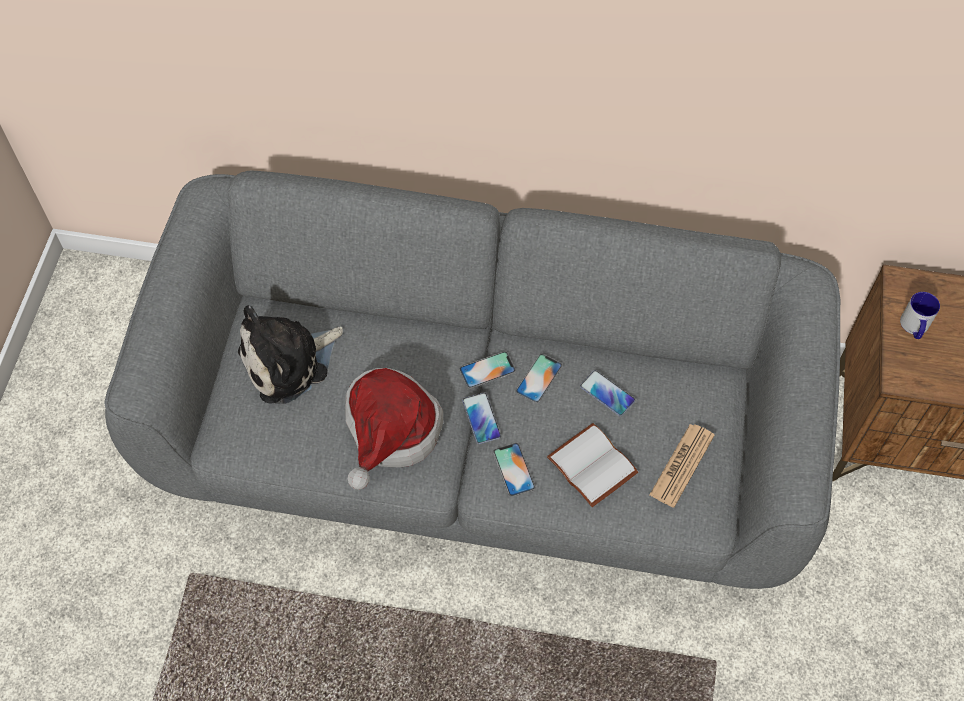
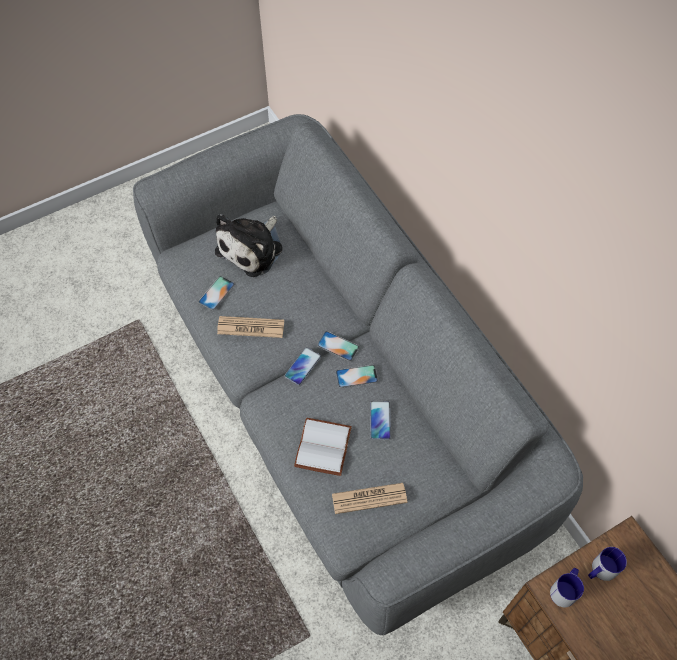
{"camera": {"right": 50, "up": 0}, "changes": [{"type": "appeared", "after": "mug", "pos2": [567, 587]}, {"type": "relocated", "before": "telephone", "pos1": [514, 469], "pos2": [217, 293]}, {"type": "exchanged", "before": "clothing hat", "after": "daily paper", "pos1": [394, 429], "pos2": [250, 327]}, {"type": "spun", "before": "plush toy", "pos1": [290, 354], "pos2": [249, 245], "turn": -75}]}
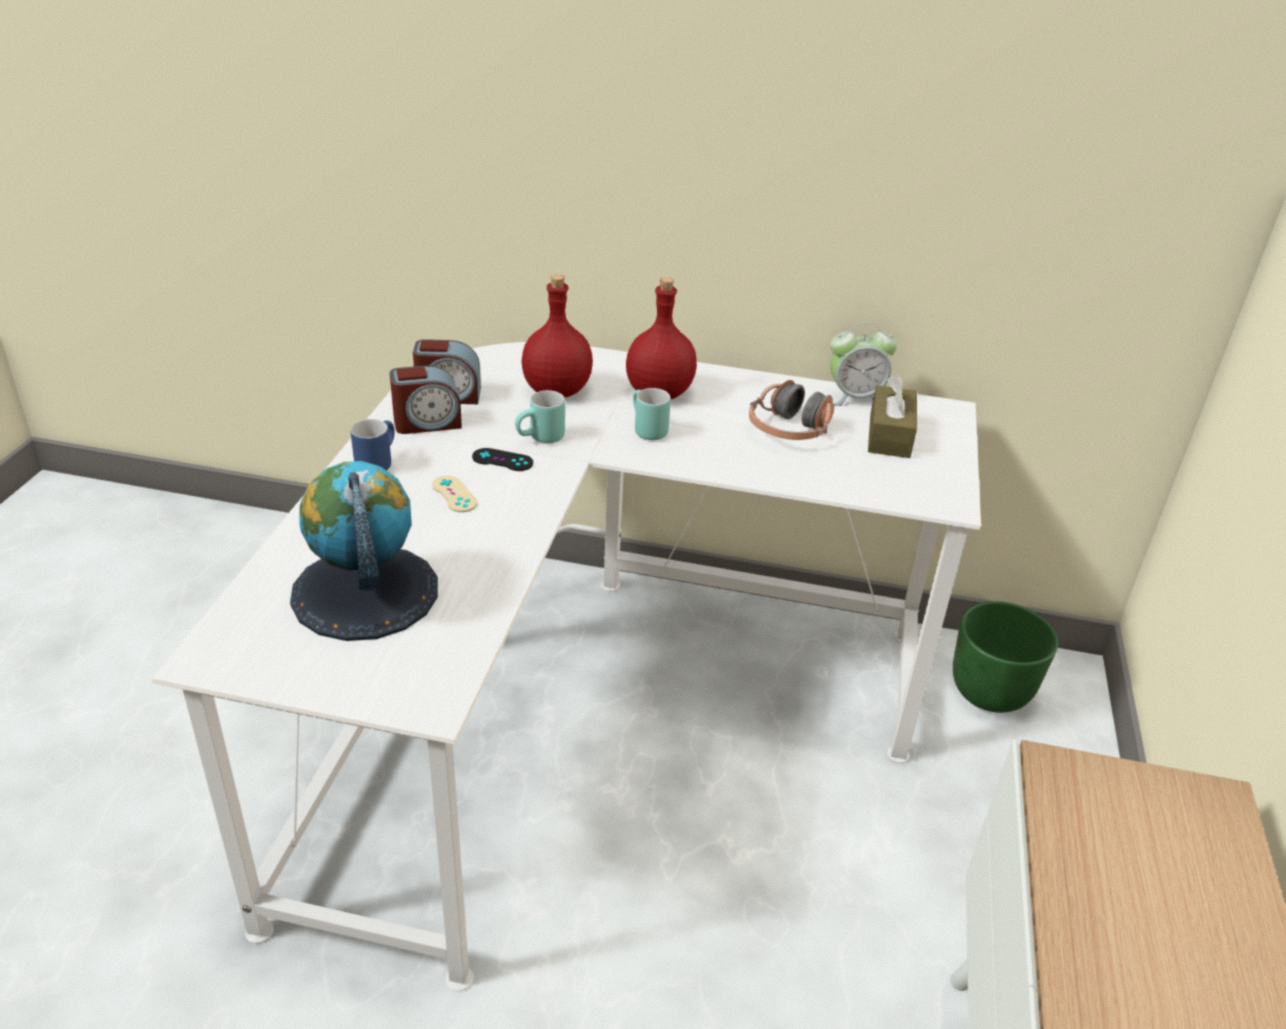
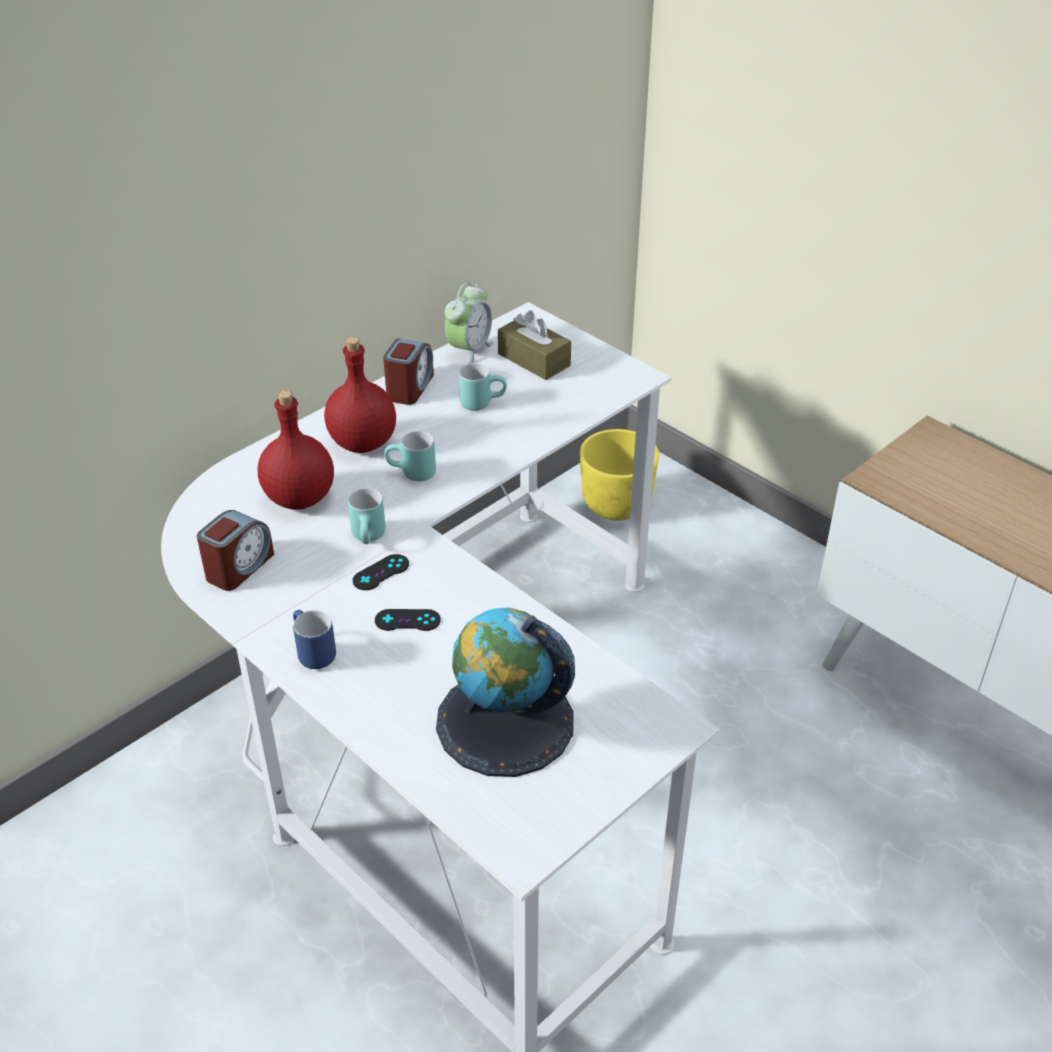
{"camera": {"right": -55, "up": 5}, "changes": [{"type": "relocated", "before": "bedside clock", "pos1": [426, 399], "pos2": [408, 372]}, {"type": "exchanged", "before": "pair of headphones", "after": "turquoise mug", "pos1": [791, 410], "pos2": [483, 387]}, {"type": "colour", "before": "beige gamepad", "after": "black-coloured gamepad", "pos1": [454, 494], "pos2": [408, 620]}, {"type": "colour", "before": "greenish flower pot", "after": "yellowish flower pot", "pos1": [1005, 657], "pos2": [619, 475]}]}
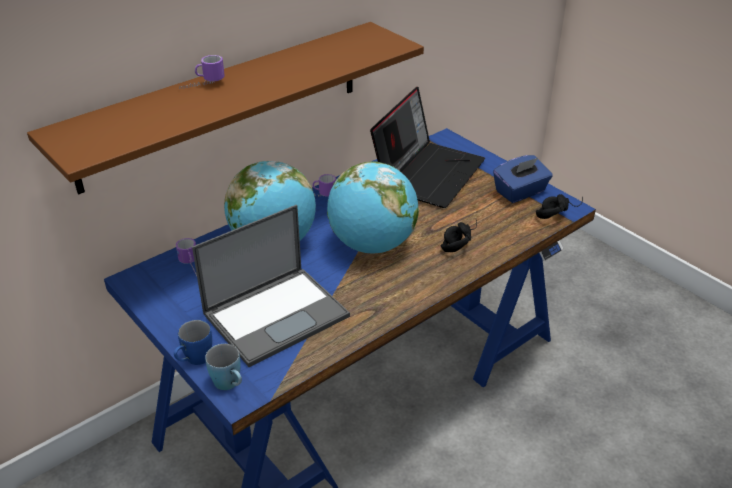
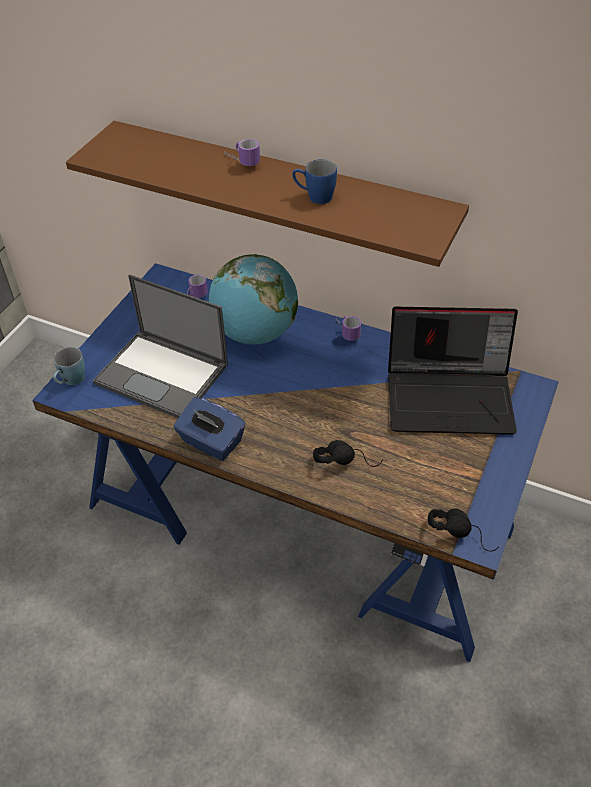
{"camera": {"right": 65, "up": 10}, "changes": [{"type": "missing", "before": "world globe", "pos1": [373, 207]}, {"type": "relocated", "before": "blue-coloured mug", "pos1": [193, 342], "pos2": [314, 181]}, {"type": "relocated", "before": "blue-coloured tissue holder", "pos1": [523, 179], "pos2": [209, 429]}]}
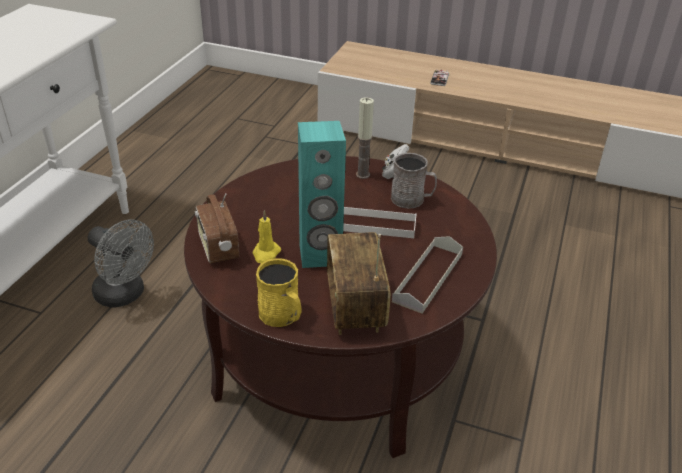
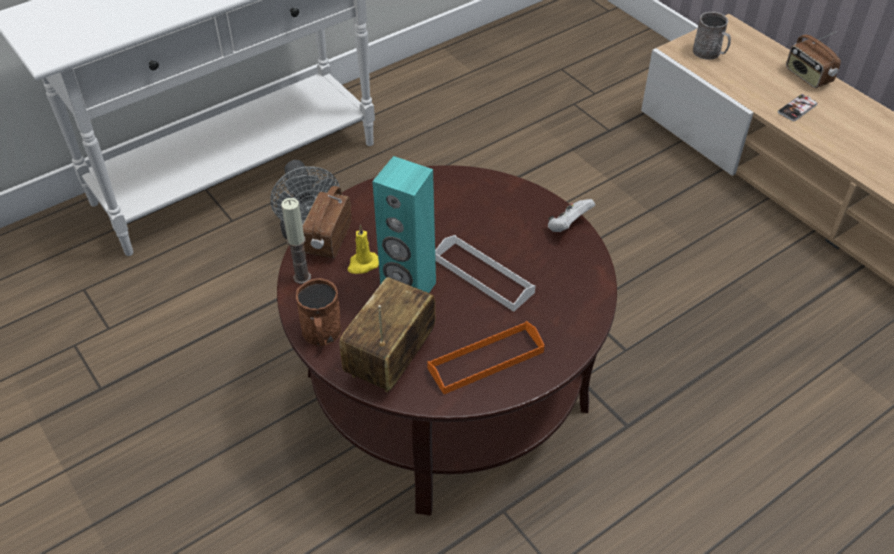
{"camera": {"right": 35, "up": 10}, "changes": [{"type": "appeared", "after": "radio", "pos2": [813, 60]}, {"type": "relocated", "before": "wax candle", "pos1": [365, 138], "pos2": [296, 241]}, {"type": "relocated", "before": "gray mug", "pos1": [414, 181], "pos2": [712, 36]}, {"type": "colour", "before": "yellowish mug", "after": "brown-coloured mug", "pos1": [278, 292], "pos2": [318, 312]}, {"type": "colour", "before": "gray carrying tray", "after": "orange-coloured carrying tray", "pos1": [427, 275], "pos2": [486, 357]}]}
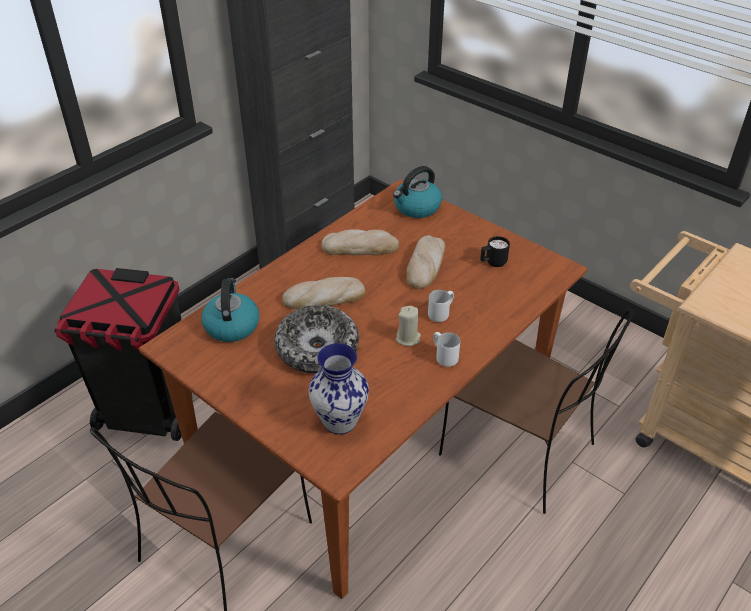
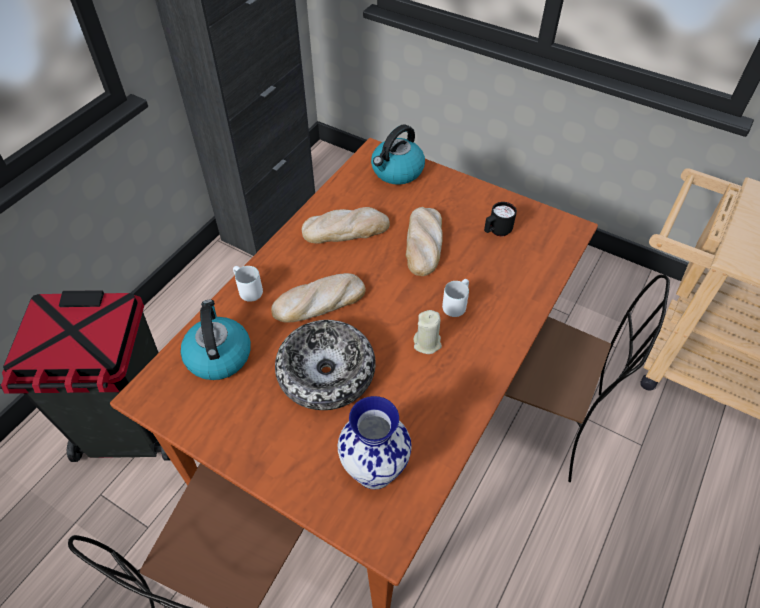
{"camera": {"right": -10, "up": 10}, "changes": [{"type": "relocated", "before": "white-coloured mug", "pos1": [446, 349], "pos2": [248, 284]}]}
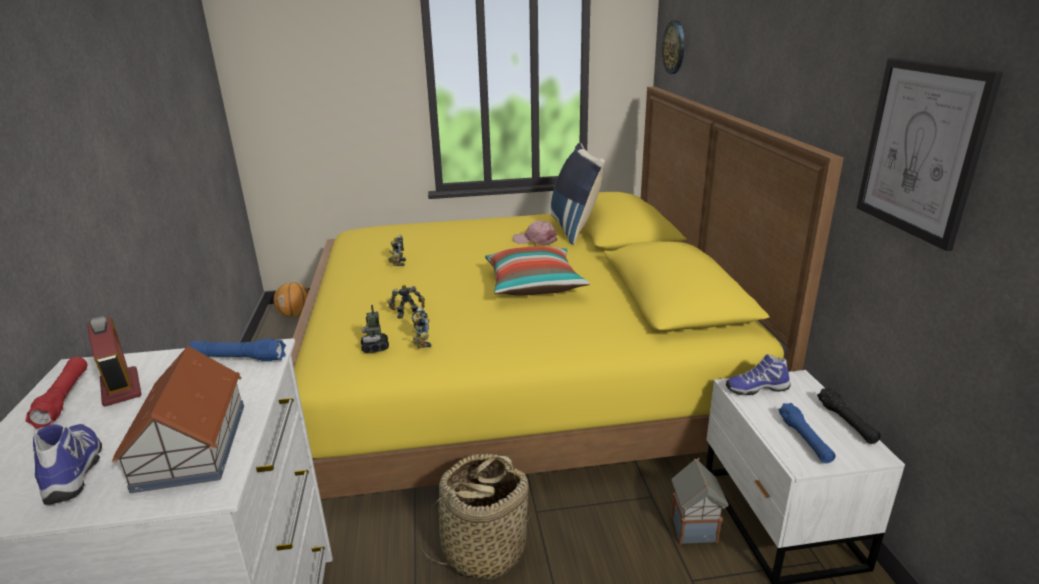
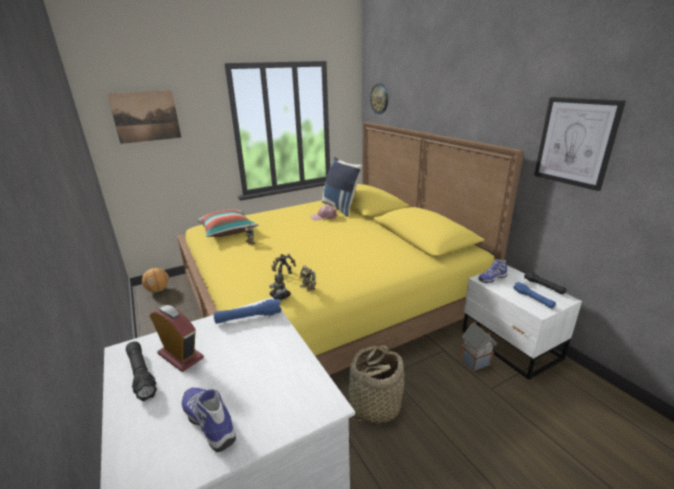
{"camera": {"right": -20, "up": 0}, "changes": [{"type": "missing", "before": "toy house", "pos1": [178, 419]}, {"type": "appeared", "after": "wall art", "pos2": [144, 117]}, {"type": "relocated", "before": "pillow", "pos1": [537, 271], "pos2": [227, 223]}, {"type": "colour", "before": "red-coloured hand torch", "after": "black-coloured hand torch", "pos1": [56, 393], "pos2": [141, 371]}]}
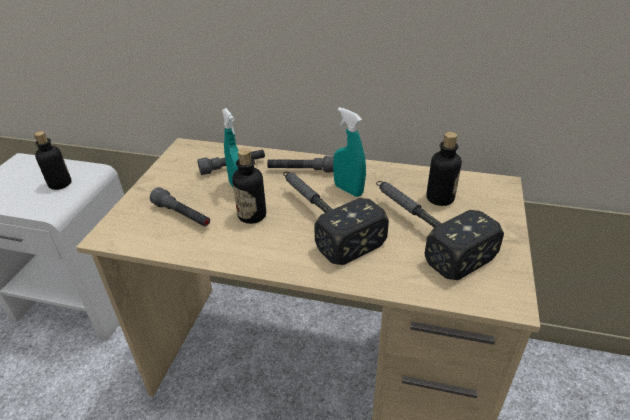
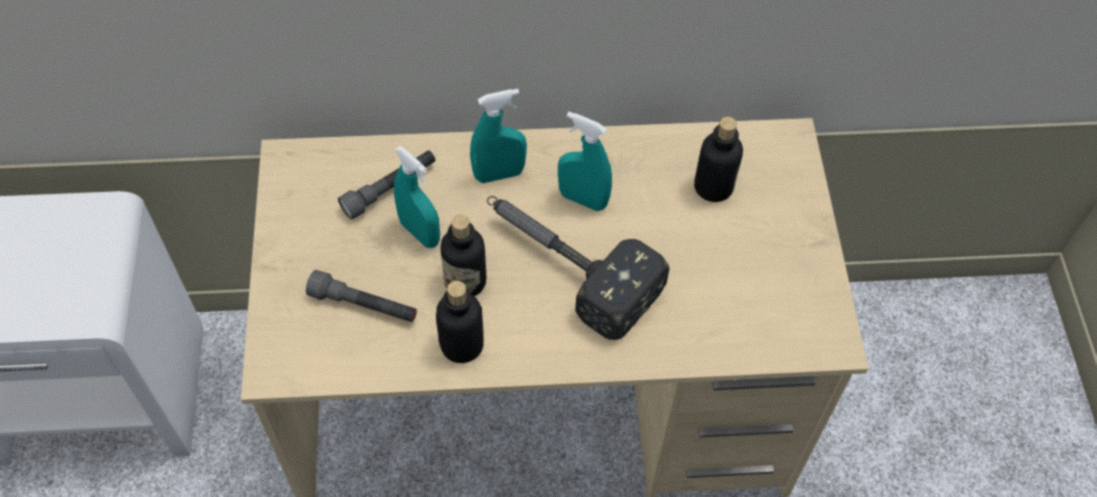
{"camera": {"right": -20, "up": 20}, "changes": [{"type": "missing", "before": "hammer", "pos1": [440, 230]}, {"type": "relocated", "before": "drink bottle", "pos1": [52, 160], "pos2": [460, 322]}, {"type": "exchanged", "before": "gray hand torch", "after": "turquoise sprayer", "pos1": [300, 164], "pos2": [498, 136]}]}
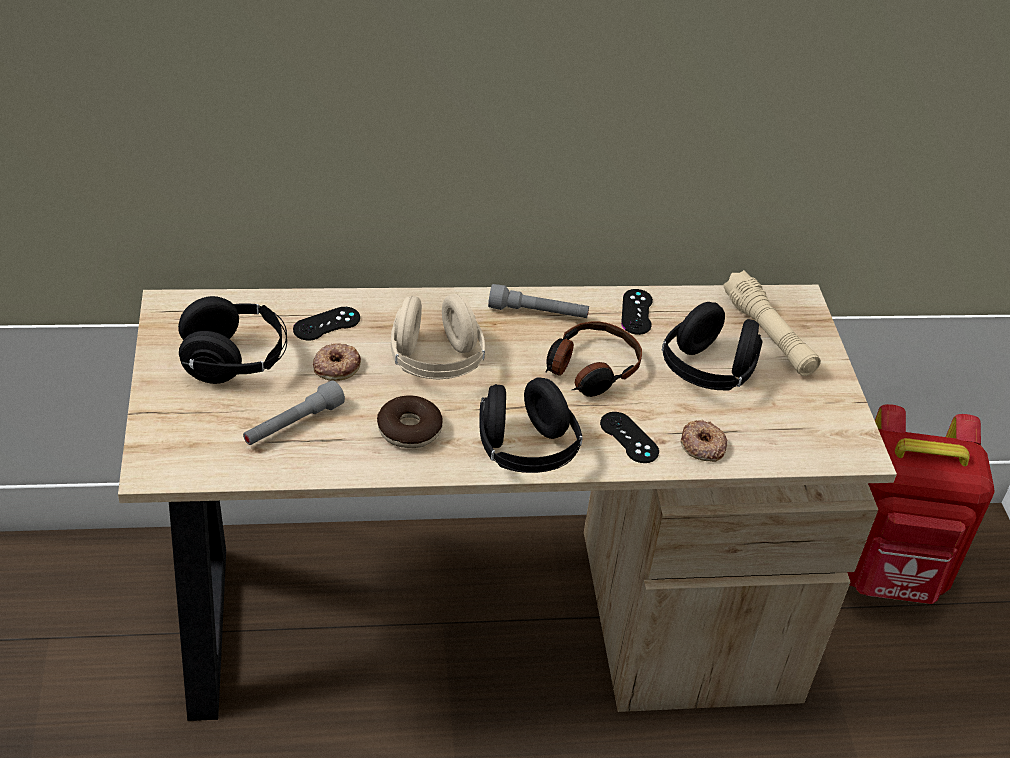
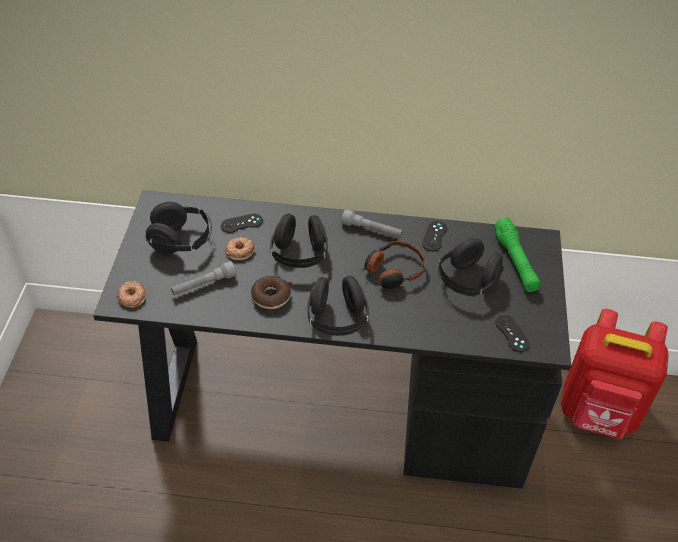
{"camera": {"right": 15, "up": 5}, "changes": [{"type": "relocated", "before": "black-coloured gamepad", "pos1": [629, 437], "pos2": [512, 333]}, {"type": "relocated", "before": "donut", "pos1": [703, 441], "pos2": [131, 294]}, {"type": "colour", "before": "beige desk table", "after": "black-coloured desk table", "pos1": [507, 503], "pos2": [332, 339]}, {"type": "colour", "before": "beige pair of headphones", "after": "black-coloured pair of headphones", "pos1": [438, 336], "pos2": [299, 241]}, {"type": "colour", "before": "beige hand torch", "after": "greenish hand torch", "pos1": [772, 323], "pos2": [517, 254]}]}
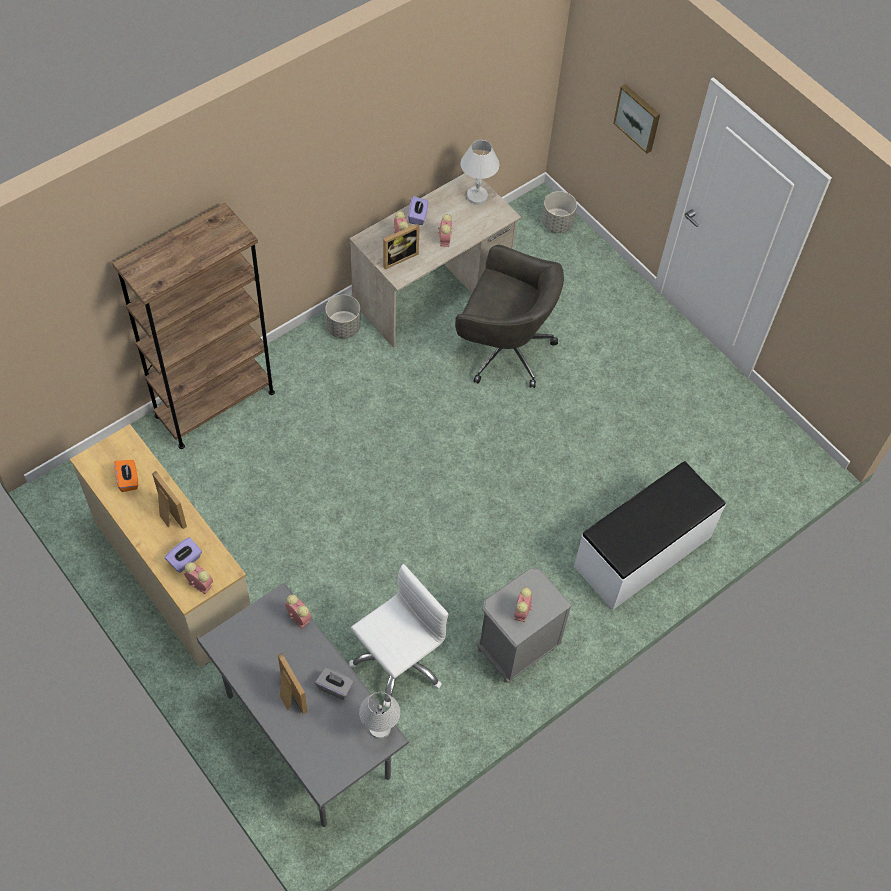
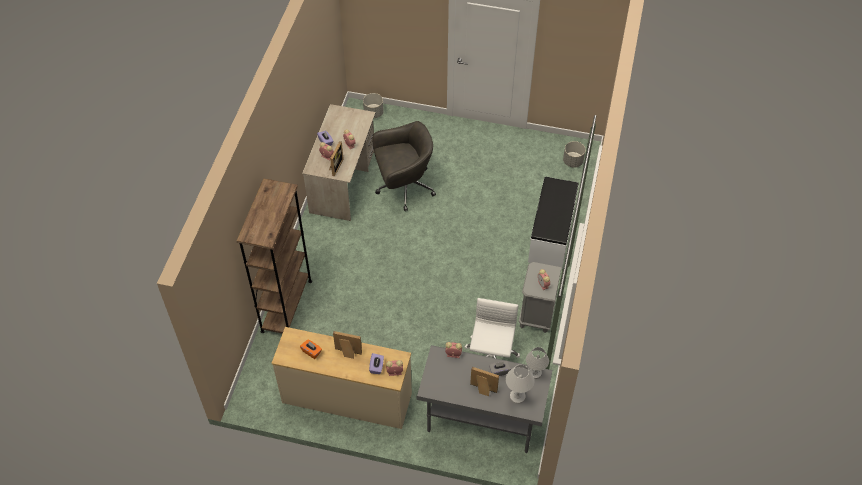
{"camera": {"right": -35, "up": -5}, "changes": [{"type": "missing", "before": "wall art", "pos1": [636, 119]}, {"type": "relocated", "before": "gray flower pot", "pos1": [343, 317], "pos2": [574, 154]}, {"type": "relocated", "before": "white-coloured tabletop lamp", "pos1": [480, 172], "pos2": [520, 384]}]}
